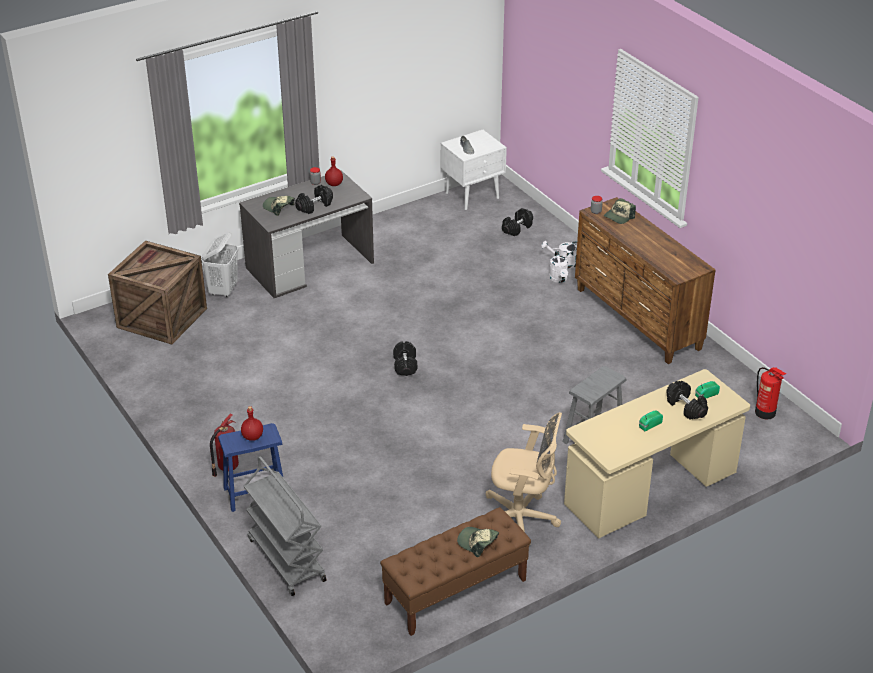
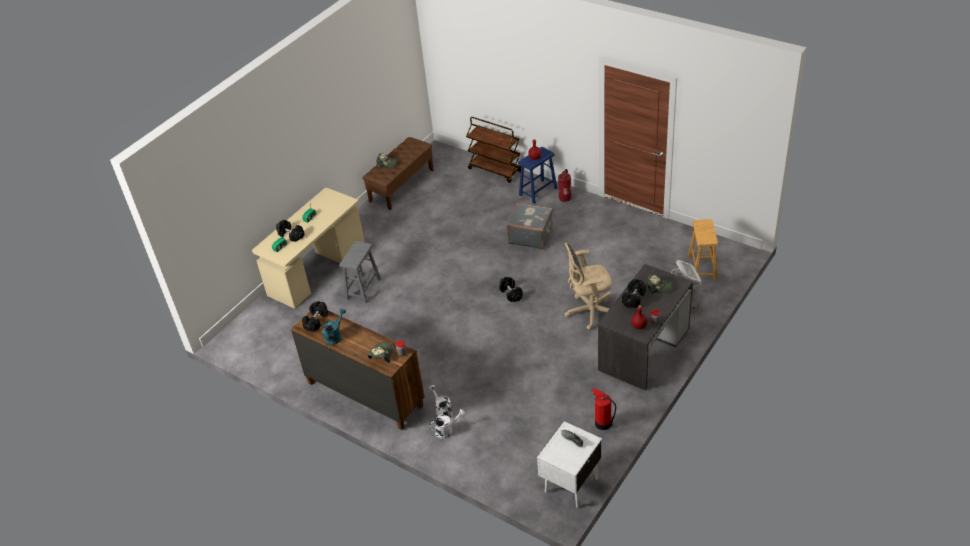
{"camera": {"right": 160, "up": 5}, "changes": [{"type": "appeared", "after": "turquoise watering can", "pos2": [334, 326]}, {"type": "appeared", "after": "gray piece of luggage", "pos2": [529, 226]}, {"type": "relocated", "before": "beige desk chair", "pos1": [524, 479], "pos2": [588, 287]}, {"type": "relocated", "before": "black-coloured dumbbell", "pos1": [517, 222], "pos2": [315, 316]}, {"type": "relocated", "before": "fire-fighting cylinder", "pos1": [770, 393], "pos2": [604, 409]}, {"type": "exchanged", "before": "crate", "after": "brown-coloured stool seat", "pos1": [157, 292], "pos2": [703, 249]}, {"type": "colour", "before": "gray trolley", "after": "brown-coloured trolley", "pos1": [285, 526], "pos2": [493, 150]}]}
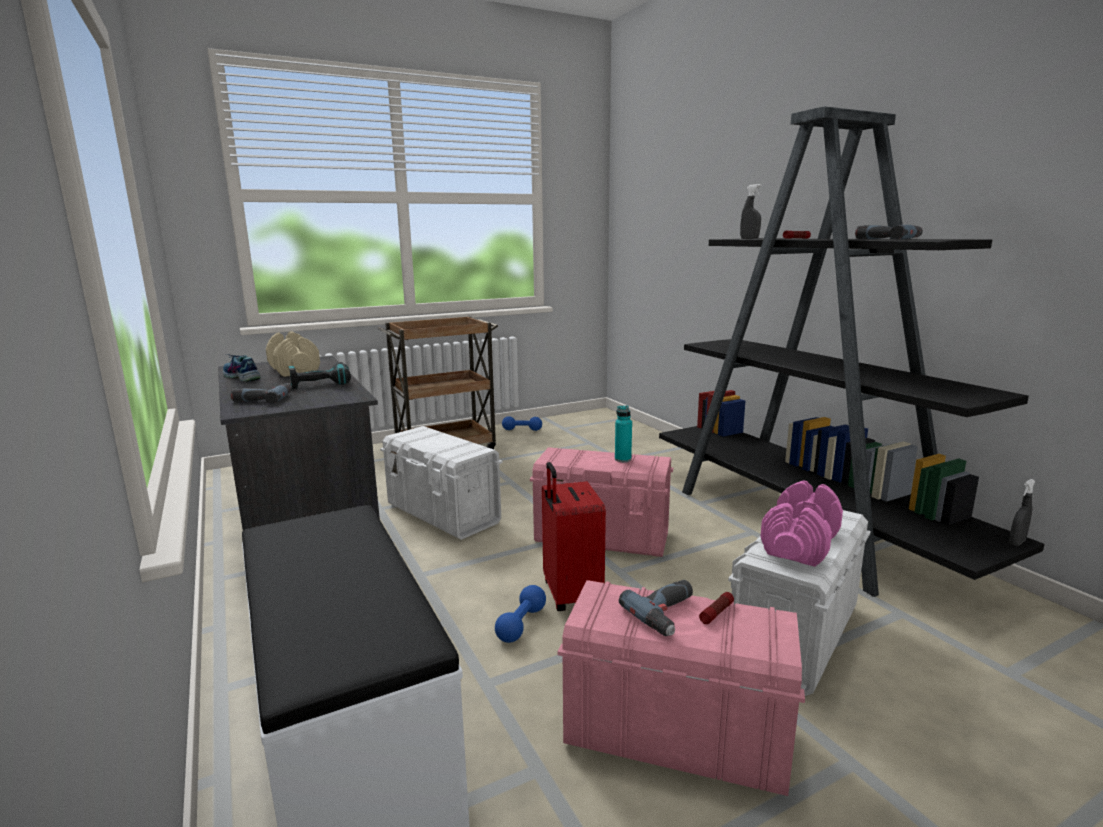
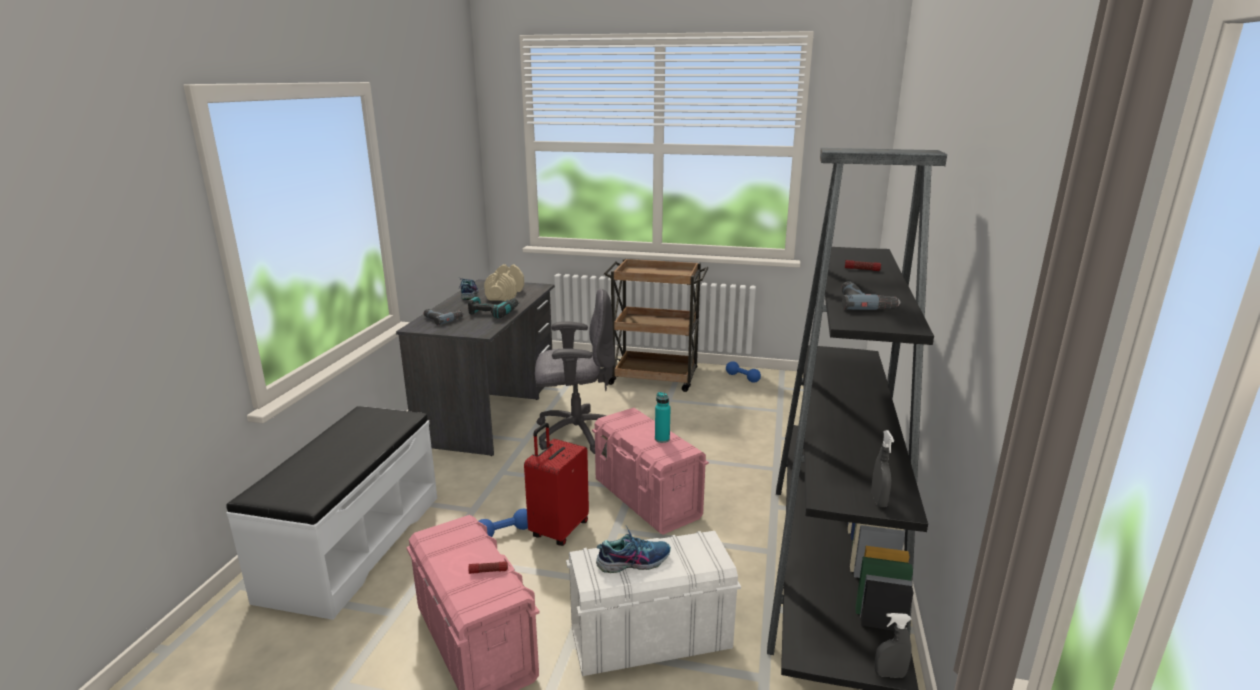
{"camera": {"right": 40, "up": 5}, "changes": [{"type": "missing", "before": "drill", "pos1": [656, 608]}, {"type": "relocated", "before": "gray sprayer", "pos1": [750, 211], "pos2": [882, 468]}, {"type": "exchanged", "before": "white-coloured storage bin", "after": "gray desk chair", "pos1": [441, 483], "pos2": [575, 371]}, {"type": "exchanged", "before": "pink dumbbell", "after": "low shoe", "pos1": [801, 524], "pos2": [633, 549]}]}
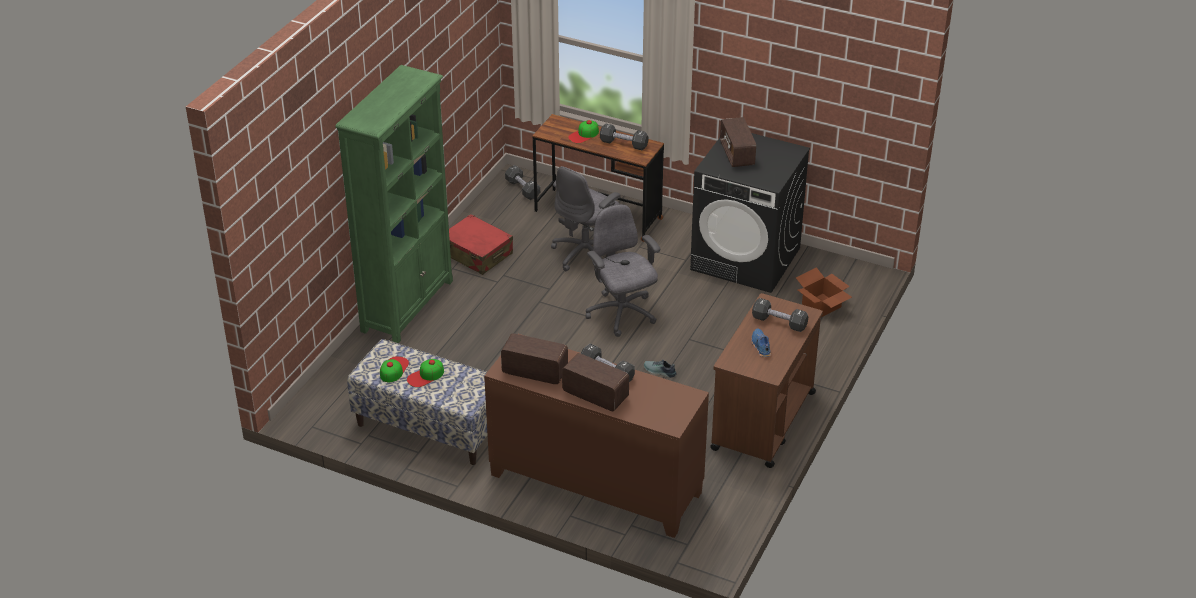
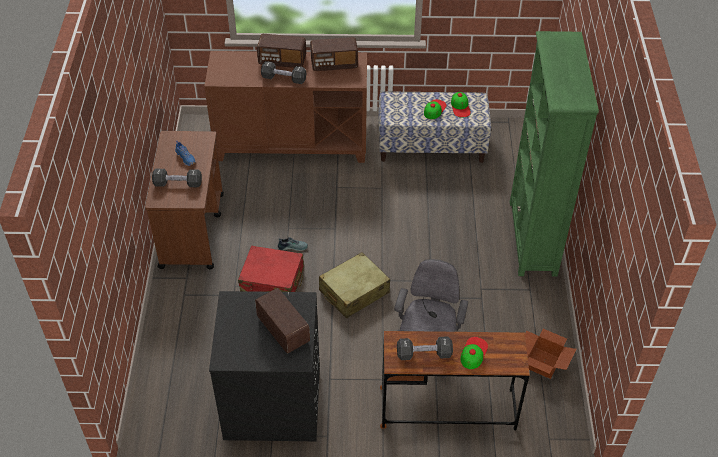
{"camera": {"right": 155, "up": 10}, "changes": [{"type": "missing", "before": "black-coloured dumbbell", "pos1": [522, 182]}, {"type": "relocated", "before": "red-coloured piece of luggage", "pos1": [481, 244], "pos2": [271, 268]}, {"type": "relocated", "before": "carton", "pos1": [824, 292], "pos2": [551, 354]}, {"type": "exchanged", "before": "gray desk chair", "after": "beige piece of luggage", "pos1": [623, 270], "pos2": [354, 285]}]}
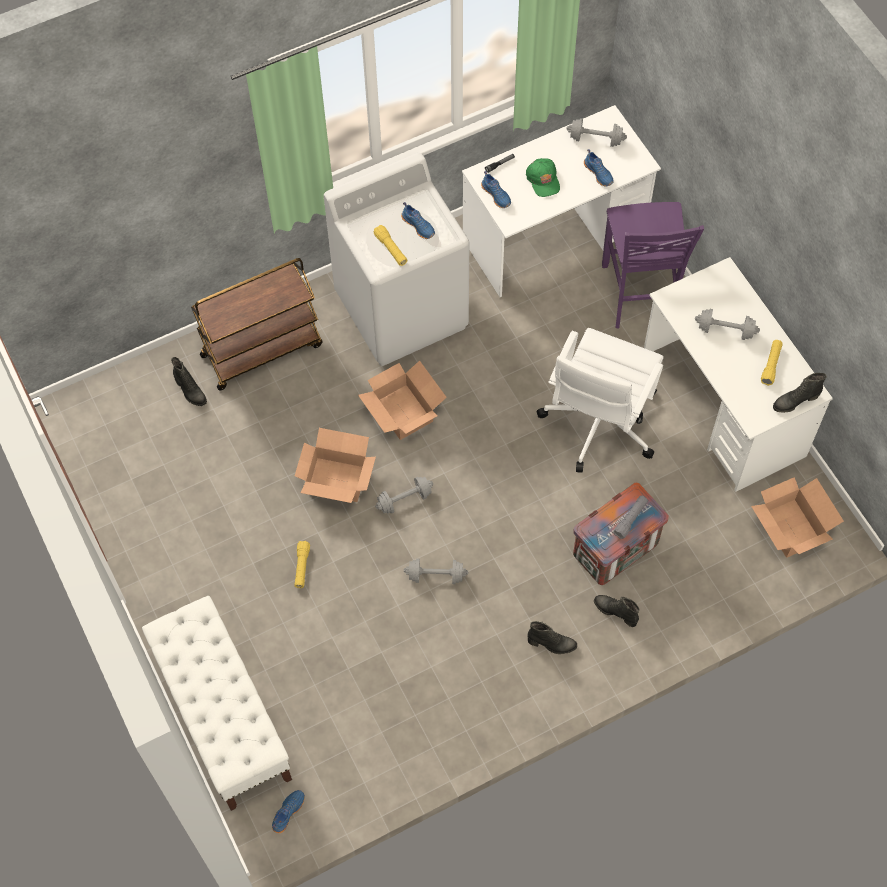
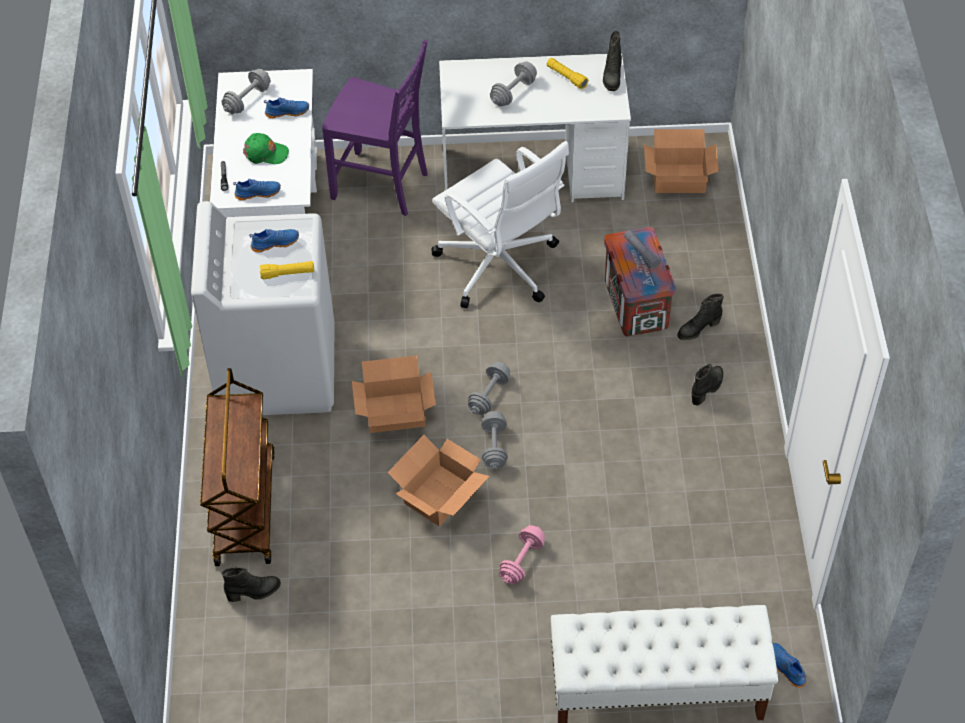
{"camera": {"right": -65, "up": -10}, "changes": [{"type": "relocated", "before": "gray dumbbell", "pos1": [436, 571], "pos2": [489, 388]}, {"type": "exchanged", "before": "yellowish hand torch", "after": "pink dumbbell", "pos1": [302, 564], "pos2": [522, 554]}]}
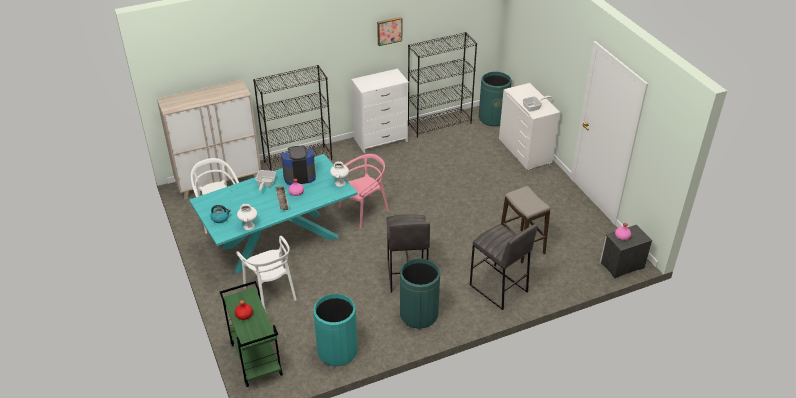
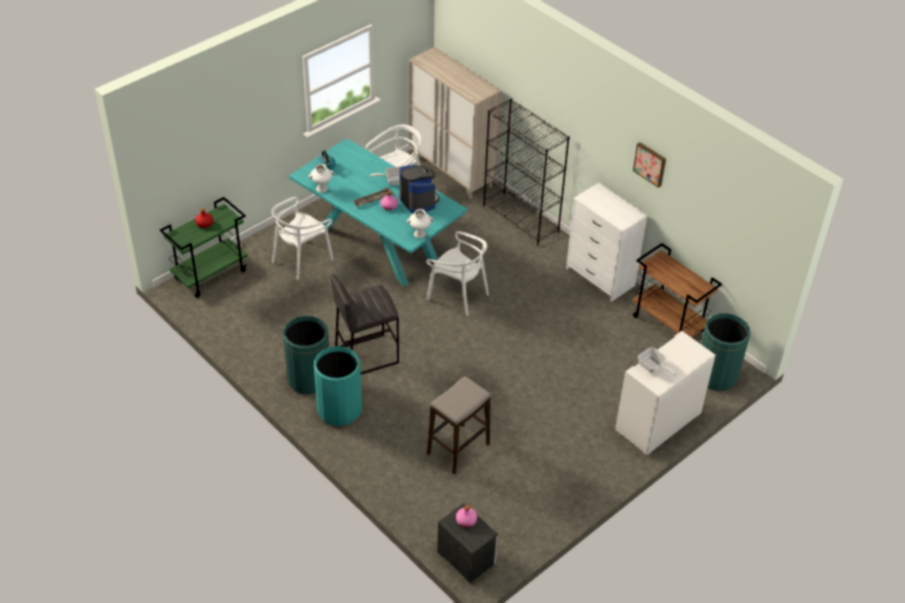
{"camera": {"right": 70, "up": 5}, "changes": [{"type": "missing", "before": "gray stool seat", "pos1": [504, 267]}, {"type": "relocated", "before": "turquoise waste bin", "pos1": [335, 330], "pos2": [338, 386]}, {"type": "exchanged", "before": "black-coloured shelving unit", "after": "brown-coloured trolley", "pos1": [442, 85], "pos2": [677, 290]}, {"type": "colour", "before": "pink chair", "after": "white-coloured chair", "pos1": [363, 191], "pos2": [457, 273]}]}
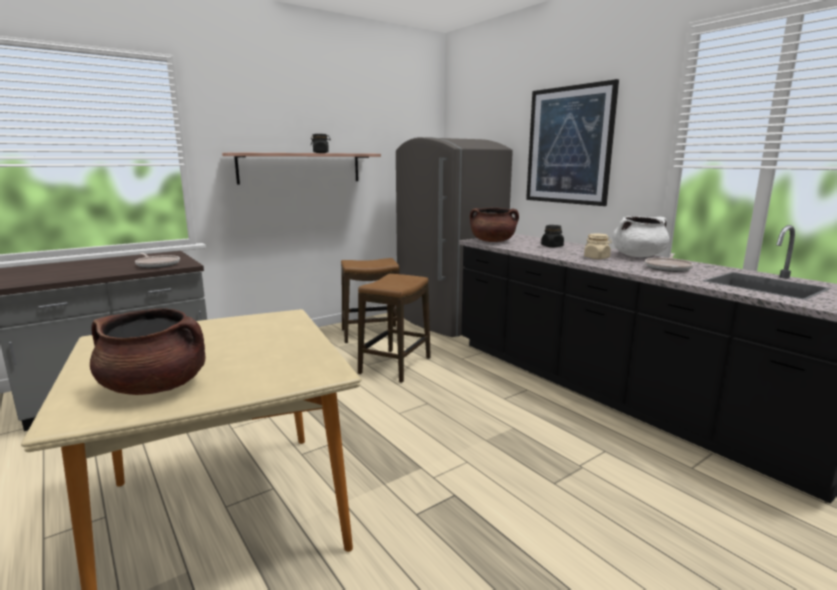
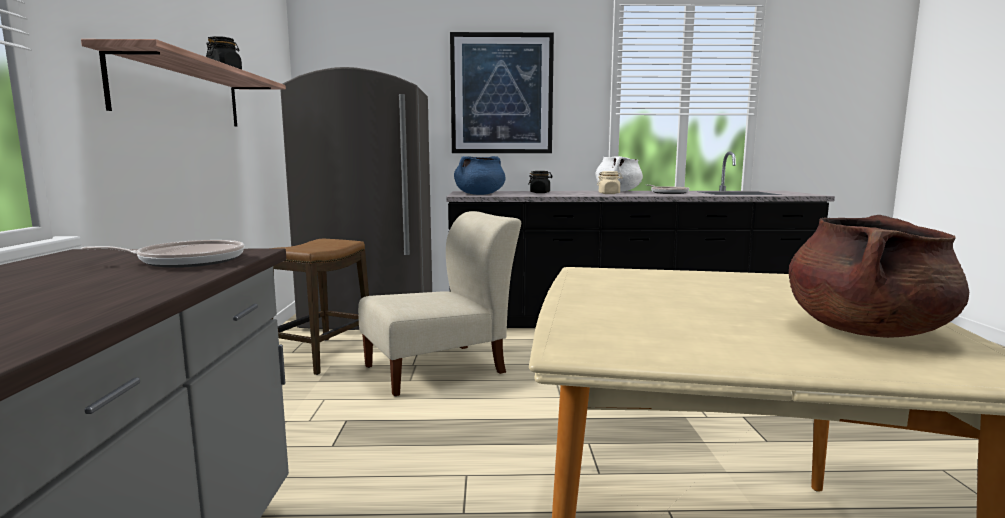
{"camera": {"right": -55, "up": -5}, "changes": [{"type": "exchanged", "before": "stool seat", "after": "beige chair", "pos1": [394, 328], "pos2": [439, 303]}, {"type": "colour", "before": "brown-coloured cooking pot", "after": "blue-coloured cooking pot", "pos1": [494, 224], "pos2": [479, 175]}]}
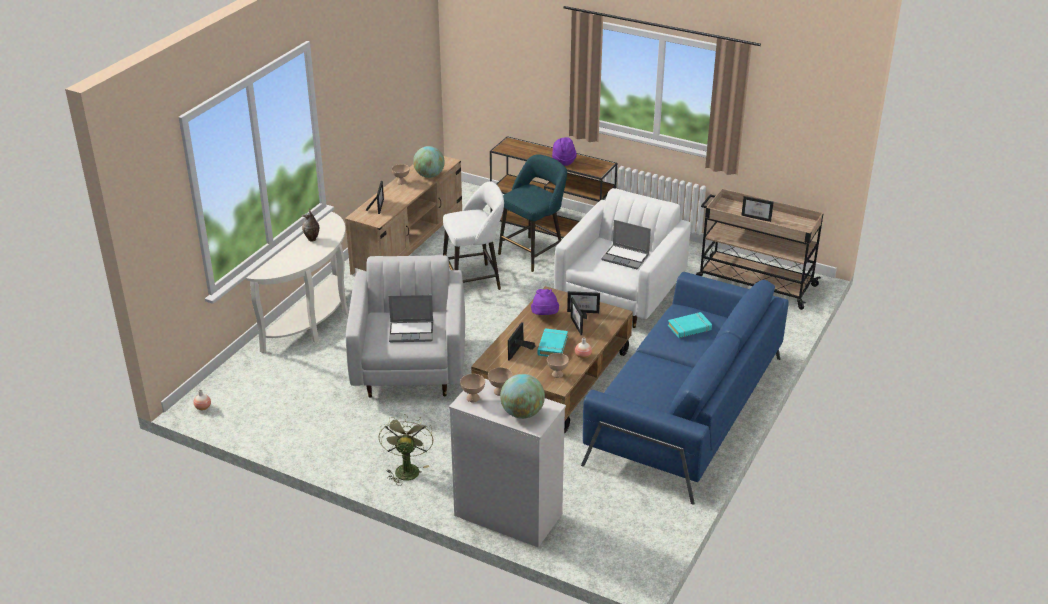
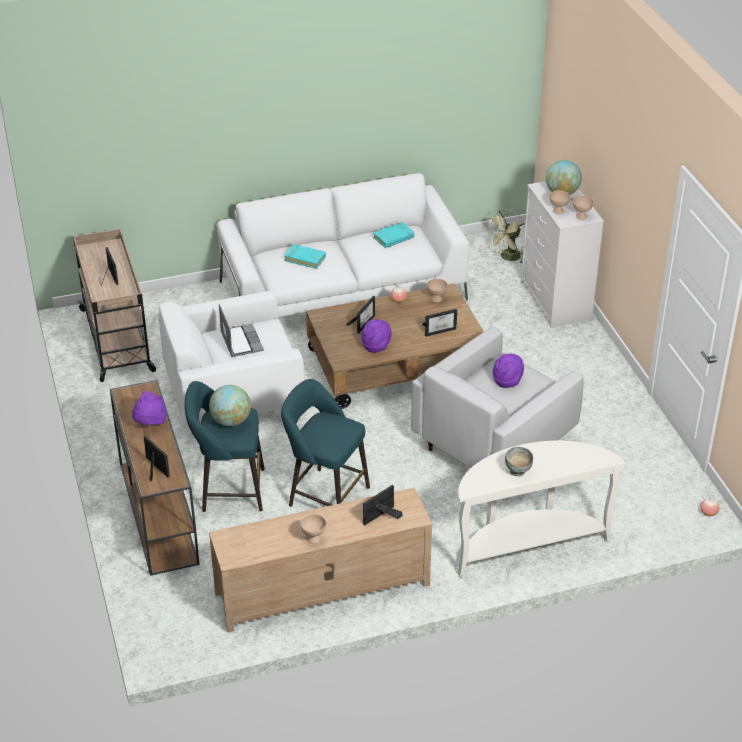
{"camera": {"right": -135, "up": 5}, "changes": [{"type": "relocated", "before": "greenish electric fan", "pos1": [406, 450], "pos2": [505, 236]}, {"type": "relocated", "before": "world globe", "pos1": [429, 162], "pos2": [230, 405]}, {"type": "relocated", "before": "turquoise volume", "pos1": [552, 342], "pos2": [393, 235]}, {"type": "relocated", "before": "standing frame", "pos1": [583, 302], "pos2": [156, 458]}, {"type": "exchanged", "before": "vase", "after": "gray deep dish", "pos1": [310, 225], "pos2": [519, 461]}, {"type": "exchanged", "before": "laptop", "after": "purple-coloured clothing hat", "pos1": [411, 318], "pos2": [508, 371]}, {"type": "colour", "before": "white-coloured stool seat", "after": "turquoise stool seat", "pos1": [473, 236], "pos2": [325, 443]}, {"type": "colour", "before": "blue-coloured settee", "after": "white-coloured settee", "pos1": [685, 388], "pos2": [343, 245]}]}
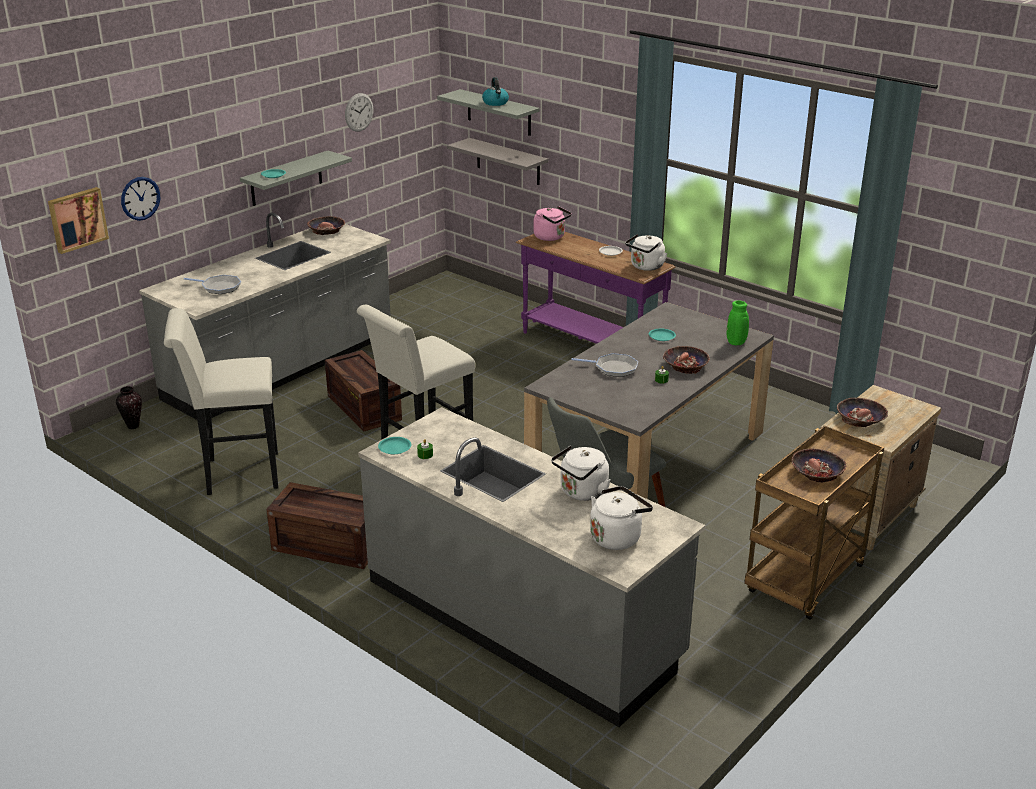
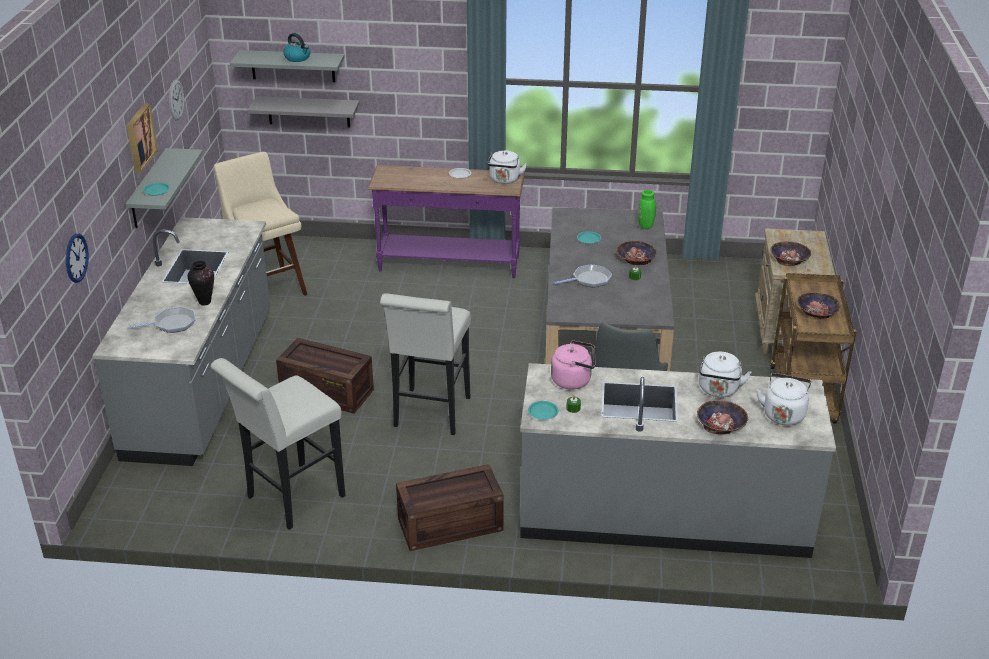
{"camera": {"right": -35, "up": 5}, "changes": [{"type": "appeared", "after": "beige stool seat", "pos2": [261, 224]}, {"type": "relocated", "before": "wall art", "pos1": [78, 220], "pos2": [142, 138]}, {"type": "relocated", "before": "vase", "pos1": [129, 407], "pos2": [201, 283]}, {"type": "relocated", "before": "deep dish", "pos1": [326, 225], "pos2": [722, 417]}, {"type": "relocated", "before": "pink water kettle", "pos1": [552, 223], "pos2": [573, 365]}]}
